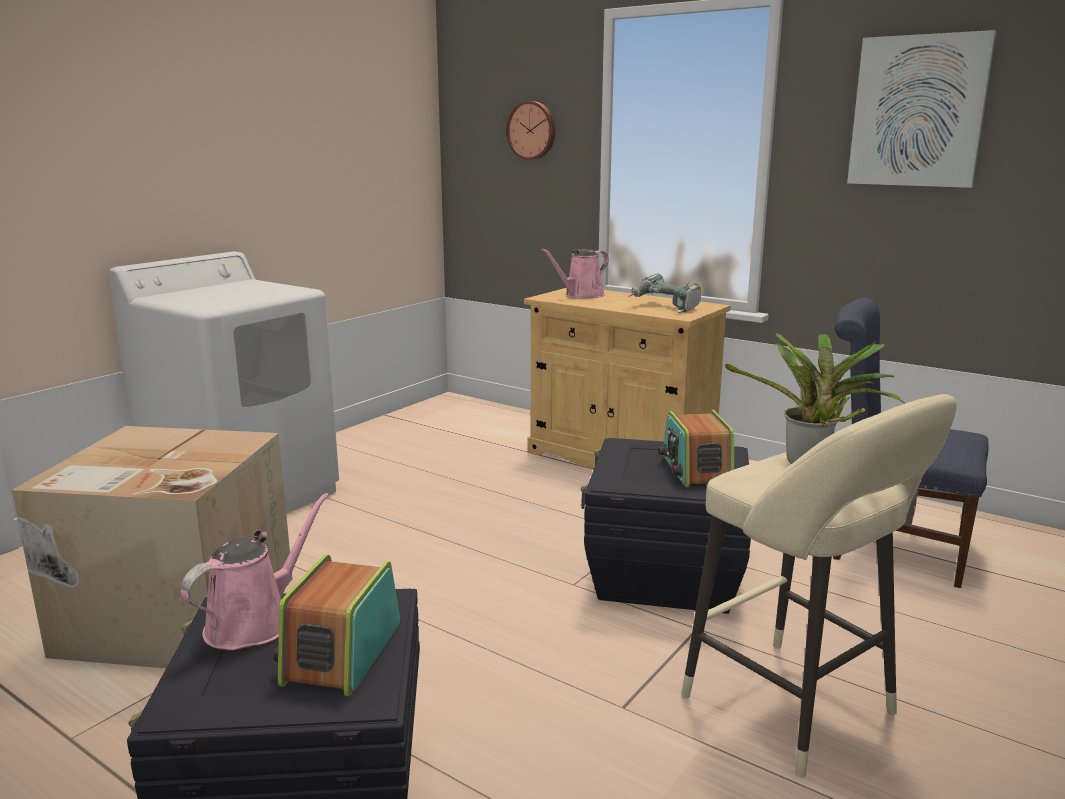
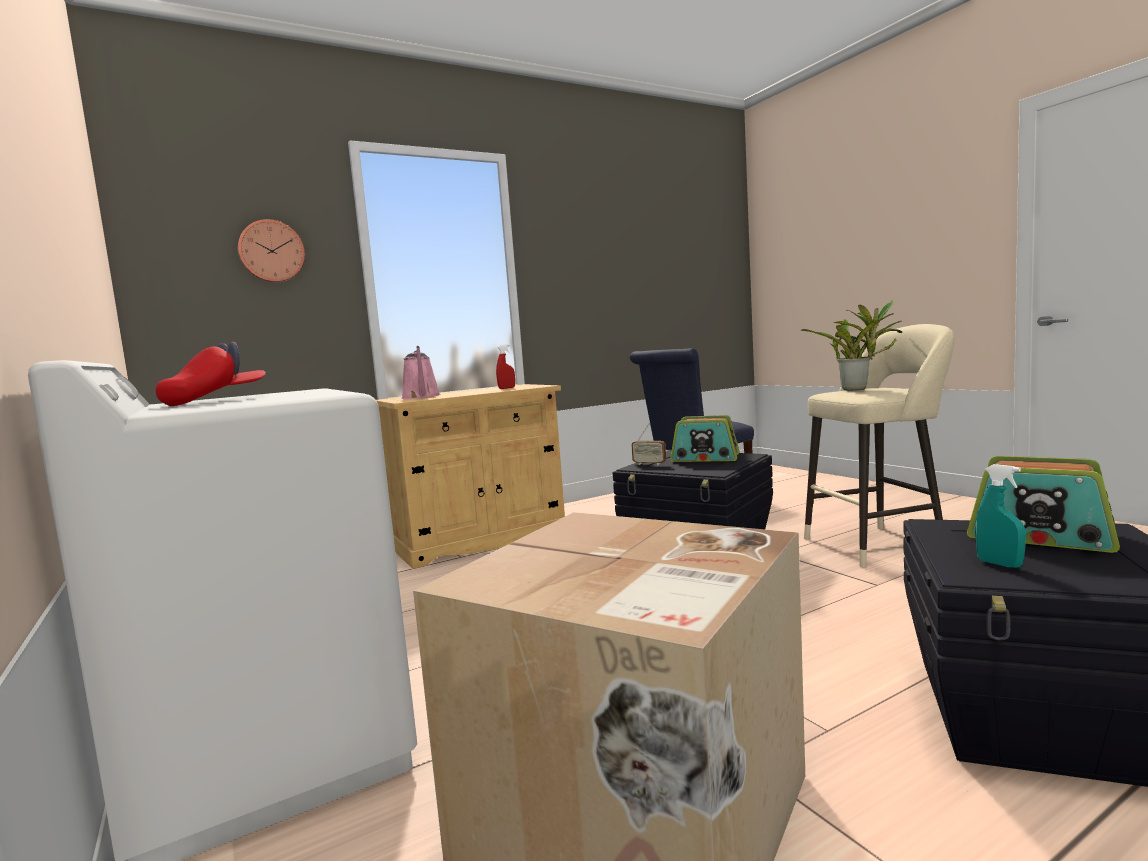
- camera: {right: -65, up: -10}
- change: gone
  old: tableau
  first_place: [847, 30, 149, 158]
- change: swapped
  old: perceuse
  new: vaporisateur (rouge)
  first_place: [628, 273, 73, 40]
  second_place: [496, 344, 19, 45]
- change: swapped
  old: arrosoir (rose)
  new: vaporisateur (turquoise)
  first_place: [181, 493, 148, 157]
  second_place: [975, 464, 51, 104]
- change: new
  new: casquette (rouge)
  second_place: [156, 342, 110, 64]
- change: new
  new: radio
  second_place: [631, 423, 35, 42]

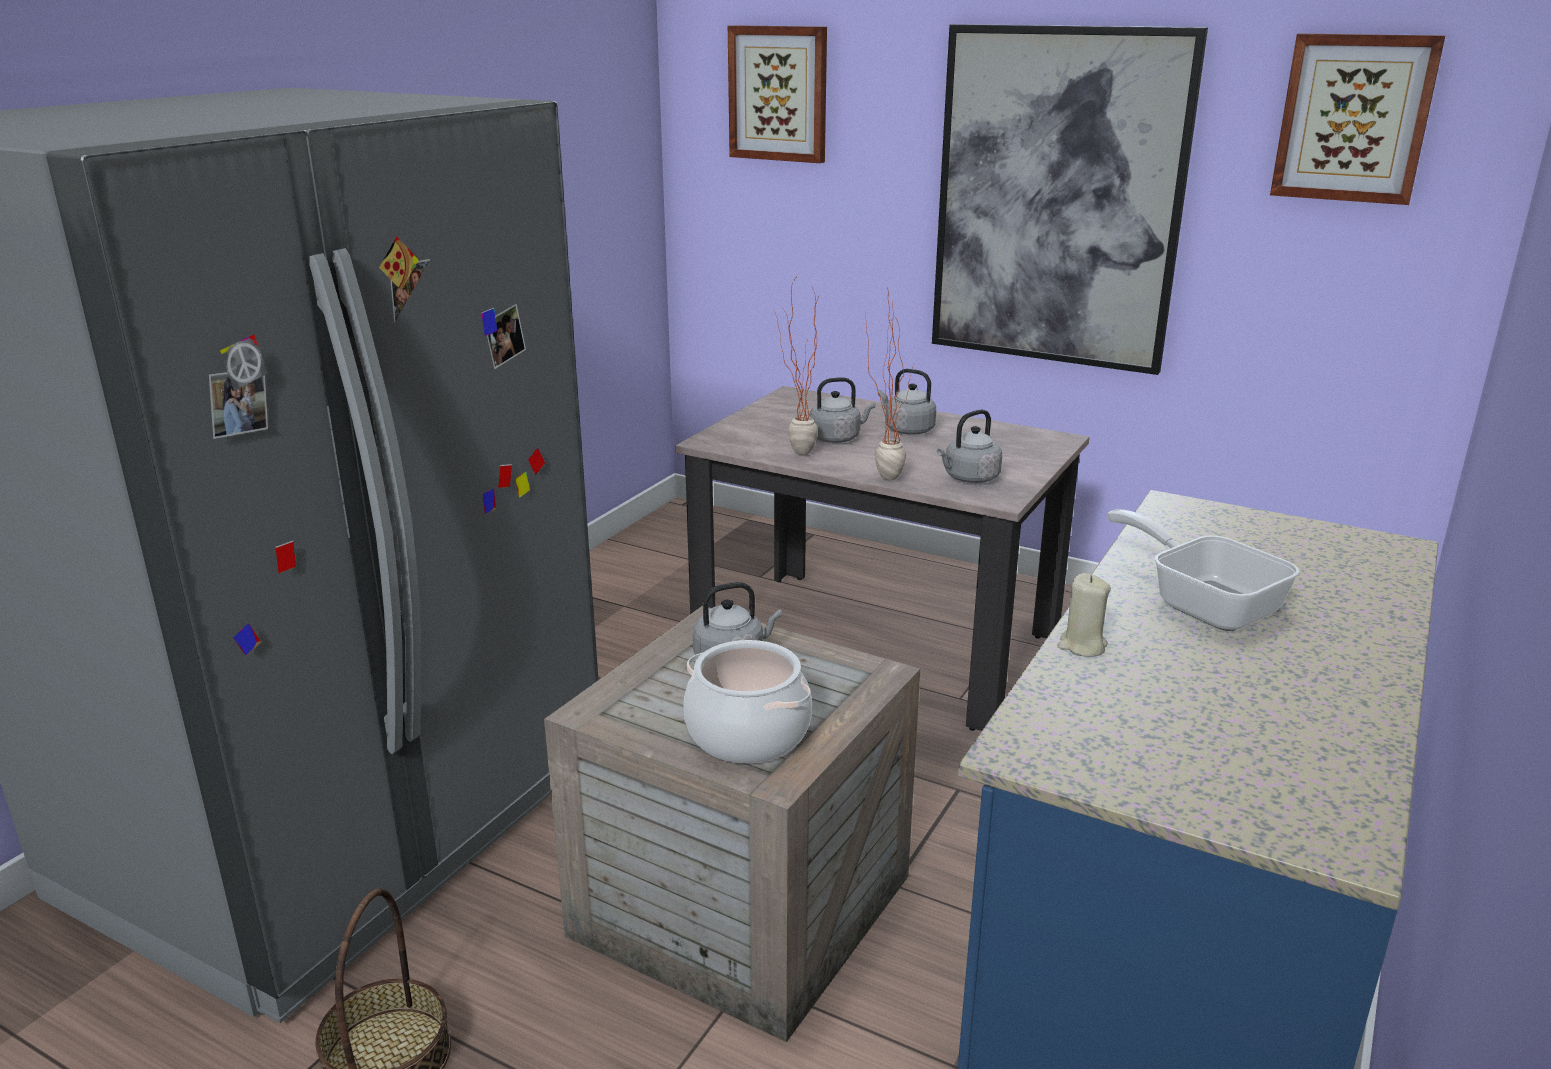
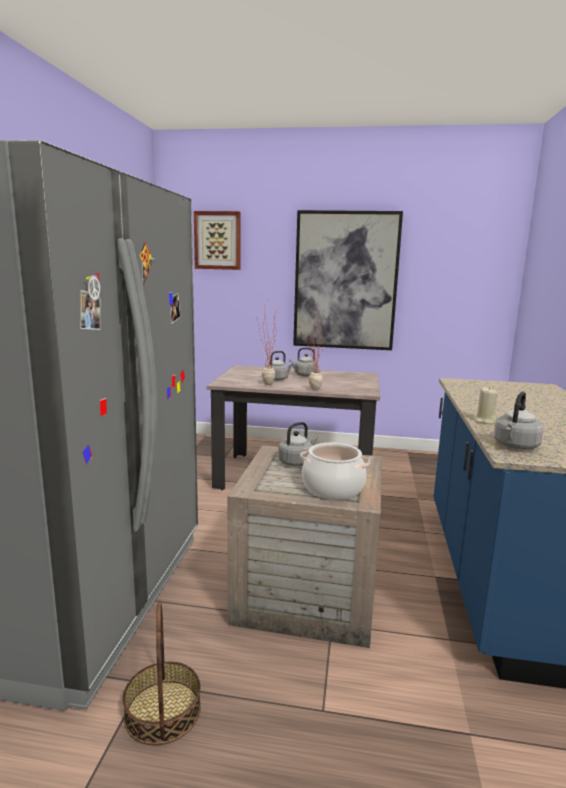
- camera: {right: -20, up: -10}
- change: gone
  old: tableau
  first_place: [1270, 34, 175, 171]
- change: shifted
  old: bouilloire (gris)
  first_place: [937, 409, 65, 74]
  second_place: [494, 392, 50, 58]
- change: gone
  old: poêle
  first_place: [1107, 509, 193, 122]

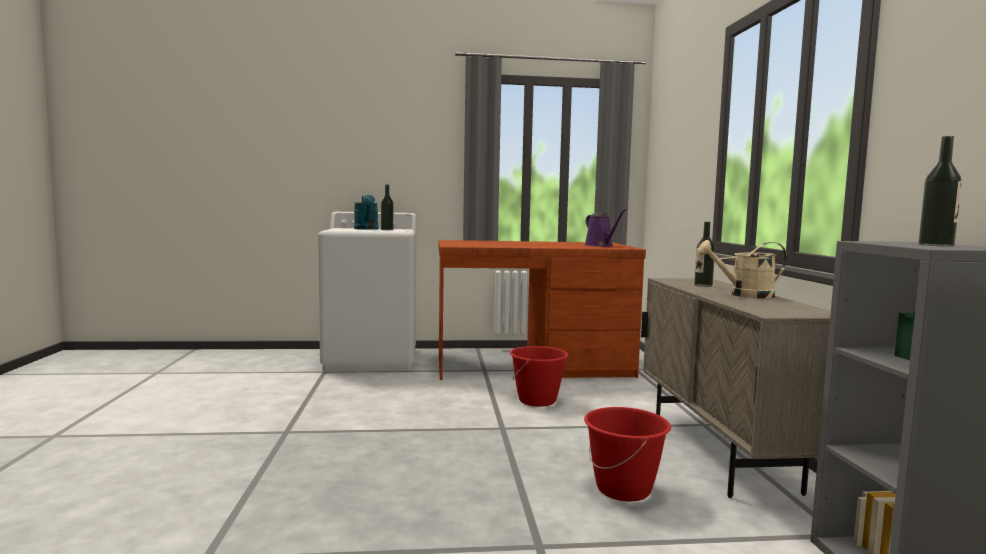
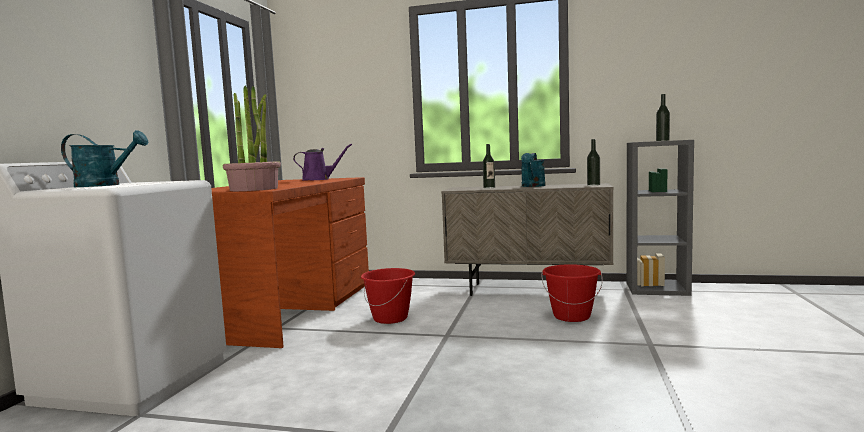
- camera: {right: -70, up: 0}
- change: shifted
  old: bouteille
  first_place: [381, 184, 13, 46]
  second_place: [587, 139, 13, 47]
- change: repainted
  old: arrosoir (beige)
  new: arrosoir (turquoise)
  first_place: [697, 240, 90, 58]
  second_place: [521, 153, 25, 34]
- change: new
  new: plante en pot
  second_place: [223, 86, 58, 105]

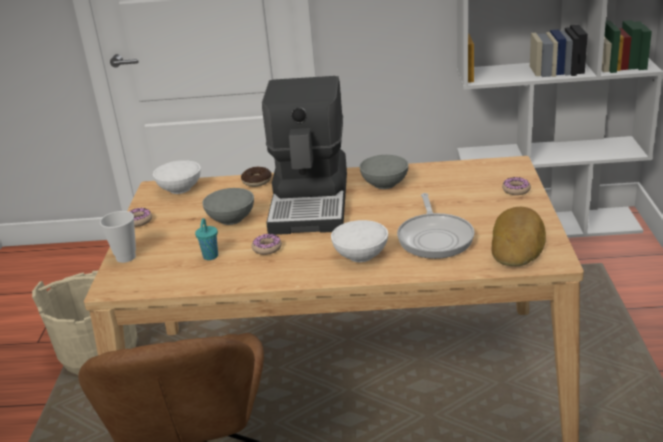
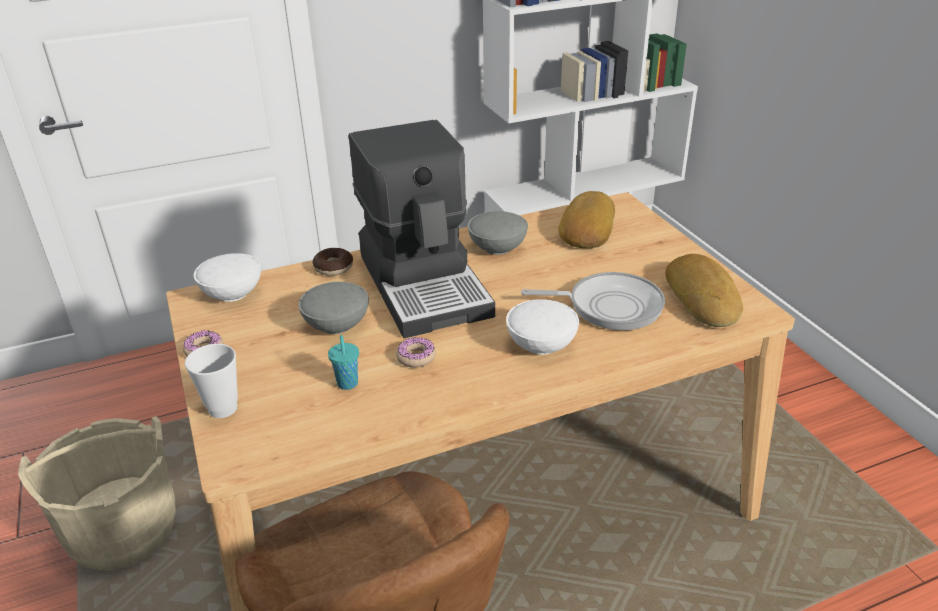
- camera: {right: -25, up: 5}
- change: gone
  old: beignet
  first_place: [502, 177, 29, 18]
- change: rotated
  old: poêle
  first_place: [397, 193, 77, 66]
  second_place: [521, 272, 144, 58]
  degrees: -60
- change: new
  new: pain
  second_place: [558, 191, 57, 57]

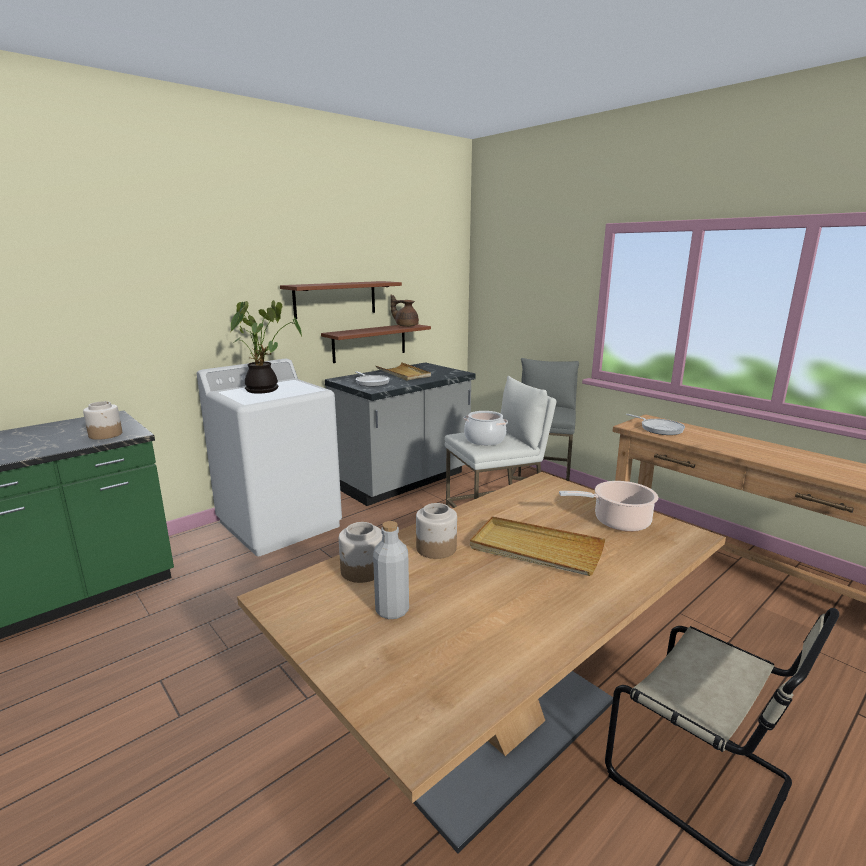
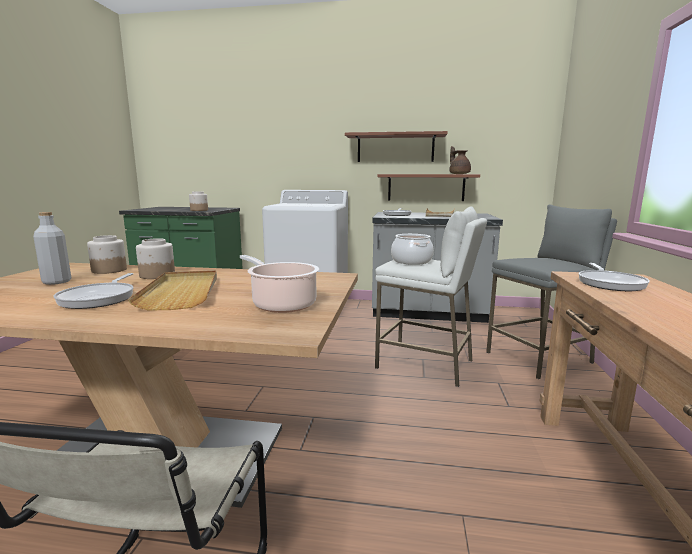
- camera: {right: 50, up: -5}
- change: gone
  old: plante en pot
  first_place: [231, 300, 71, 94]
- change: new
  new: poêle
  second_place: [53, 273, 80, 36]

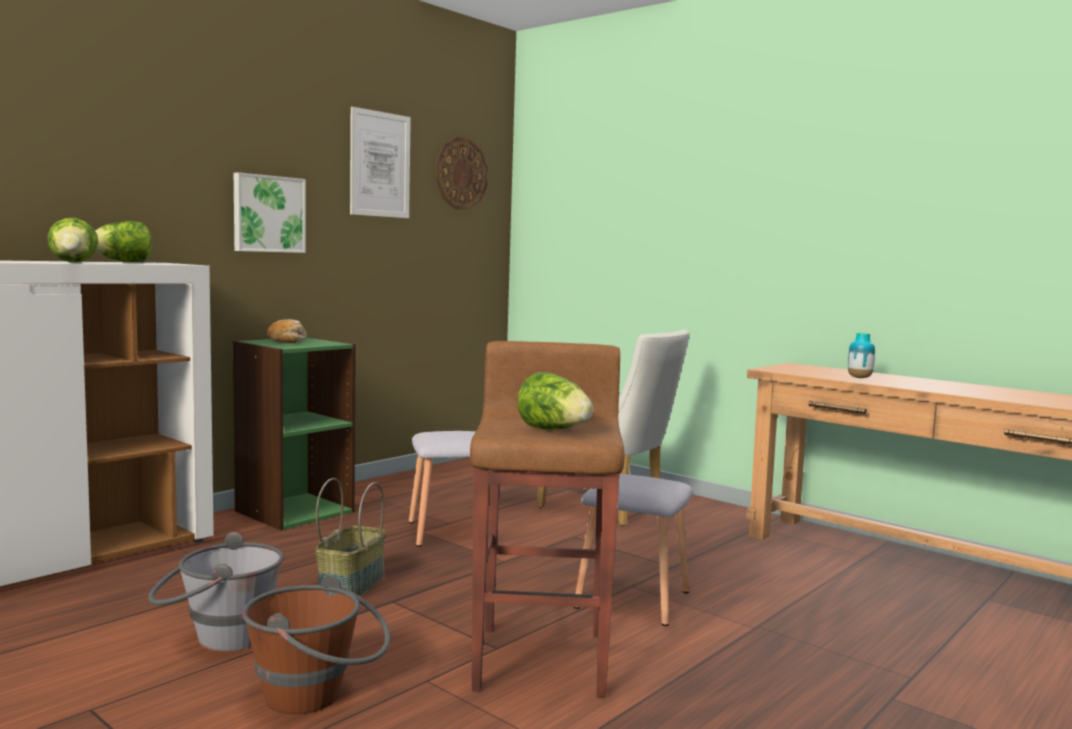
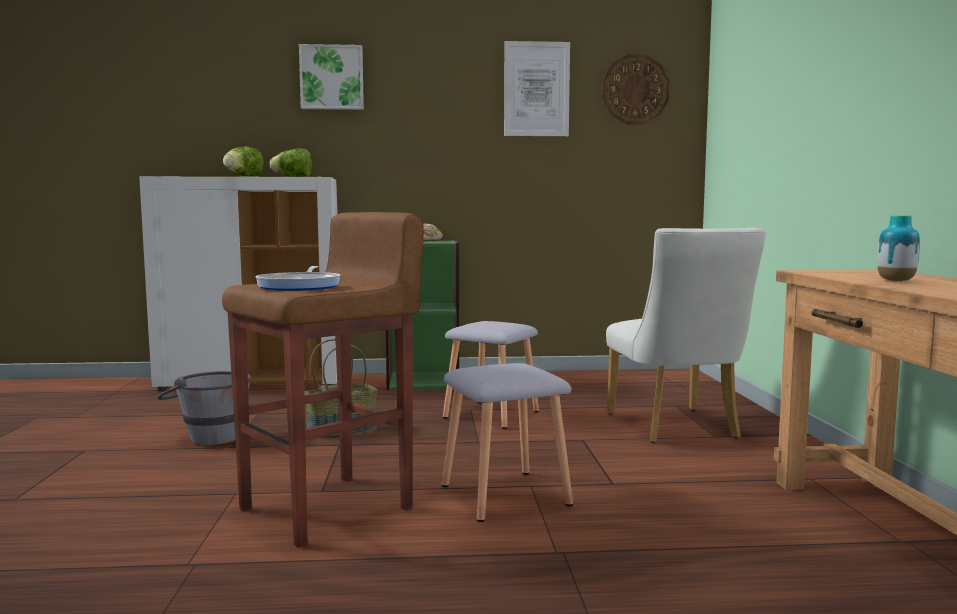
- camera: {right: 45, up: 0}
- change: shifted
  old: tableau
  first_place: [234, 172, 72, 81]
  second_place: [299, 44, 65, 66]
- change: swapped
  old: laitue
  new: poêle
  first_place: [517, 372, 76, 58]
  second_place: [255, 266, 85, 25]
- change: gone
  old: seau (marron)
  first_place: [242, 575, 149, 139]

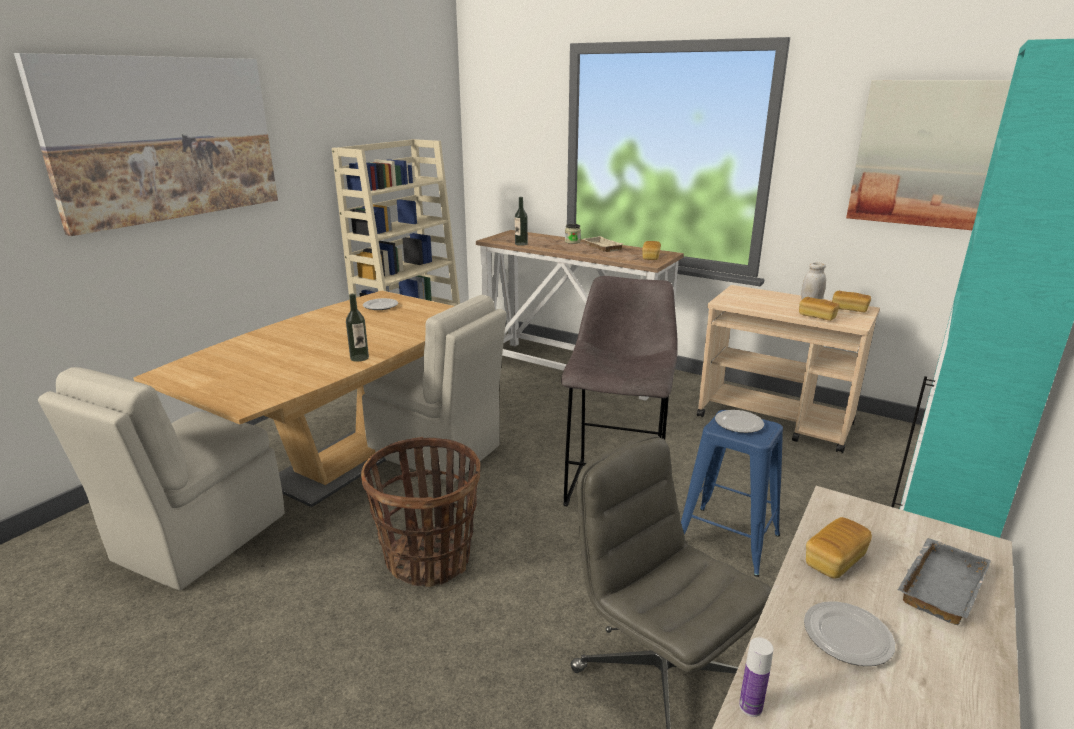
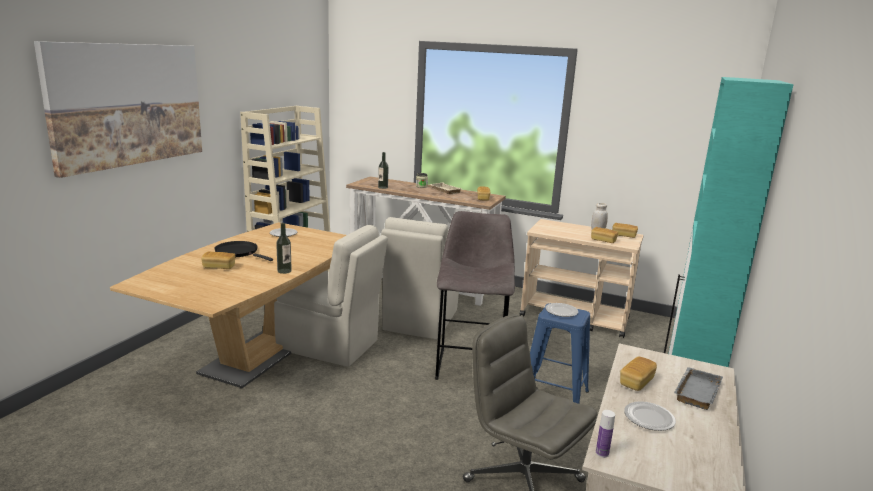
- camera: {right: -10, up: -5}
- change: gone
  old: tableau
  first_place: [846, 80, 165, 150]
- change: shifted
  old: chaise (beige)
  first_place: [38, 367, 247, 223]
  second_place: [381, 217, 78, 123]
- change: gone
  old: panier
  first_place: [361, 437, 119, 150]
- change: new
  new: poêle (noir)
  second_place: [214, 241, 59, 20]
- change: new
  new: pain
  second_place: [201, 251, 34, 18]

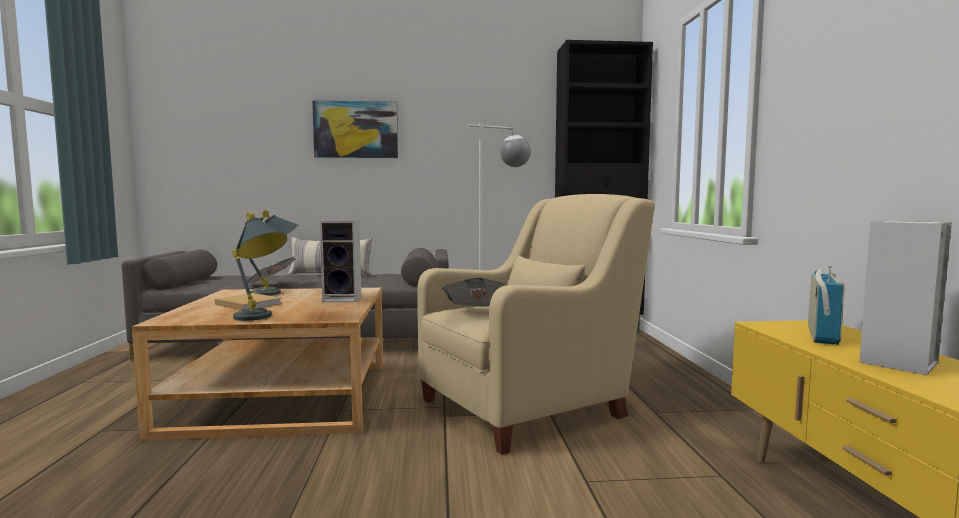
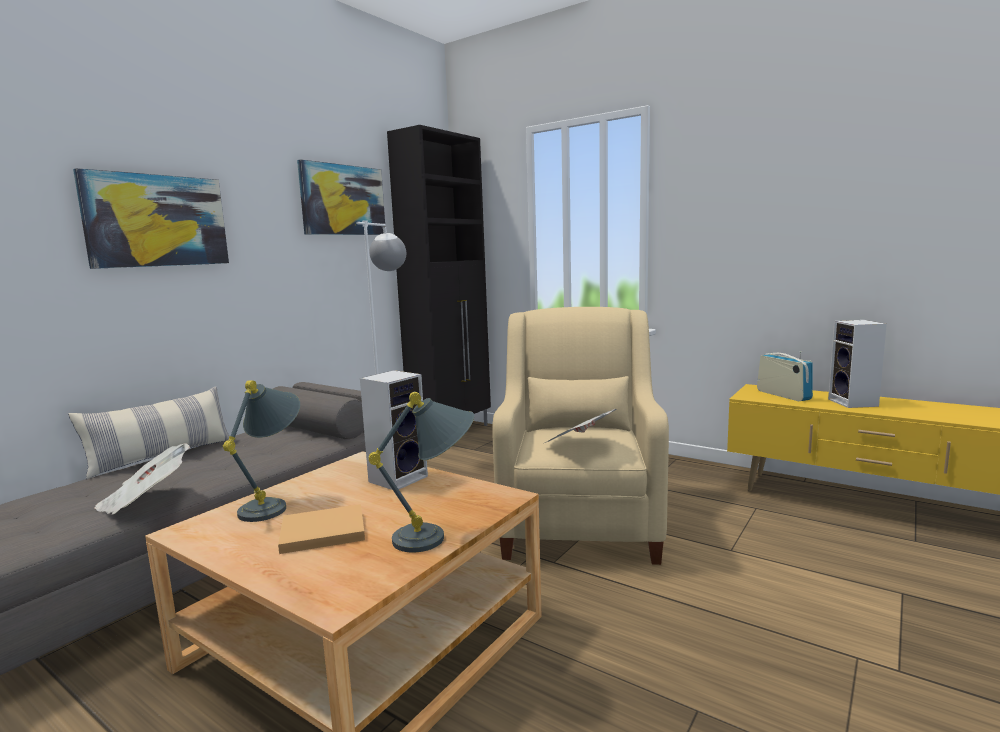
- camera: {right: -50, up: 5}
- change: new
  new: tableau
  second_place: [297, 159, 88, 76]

